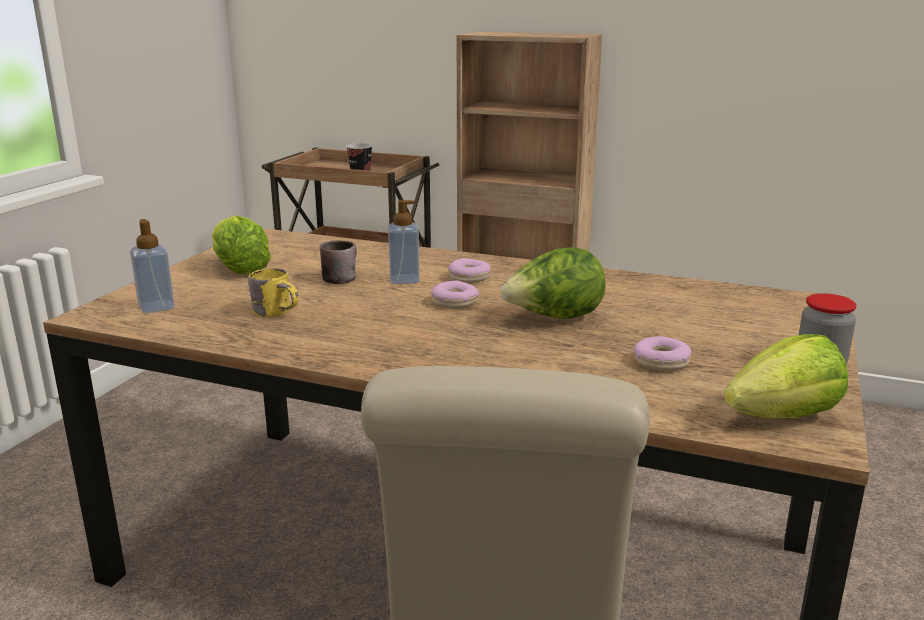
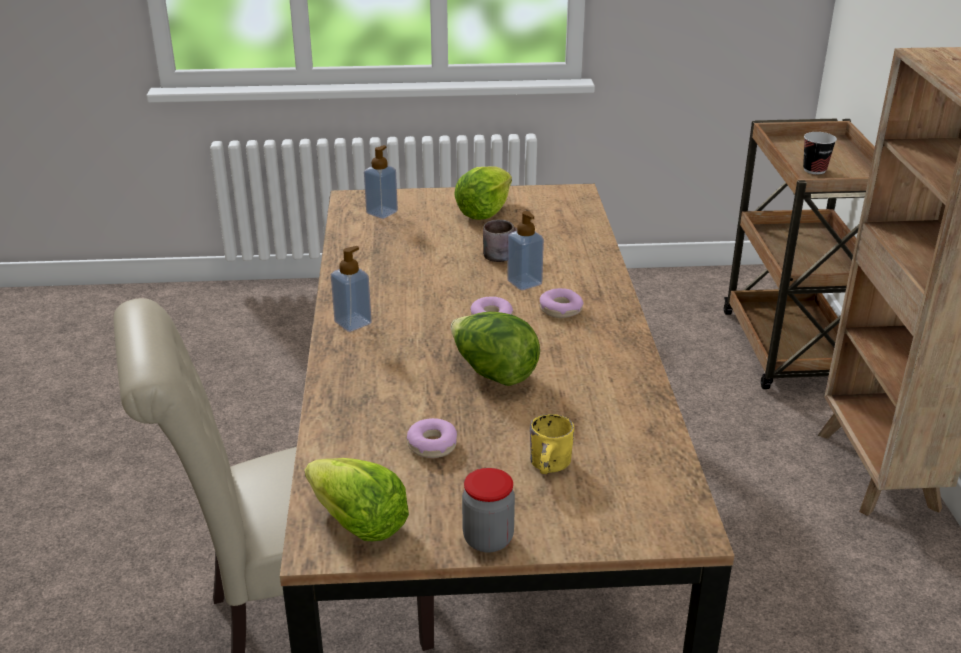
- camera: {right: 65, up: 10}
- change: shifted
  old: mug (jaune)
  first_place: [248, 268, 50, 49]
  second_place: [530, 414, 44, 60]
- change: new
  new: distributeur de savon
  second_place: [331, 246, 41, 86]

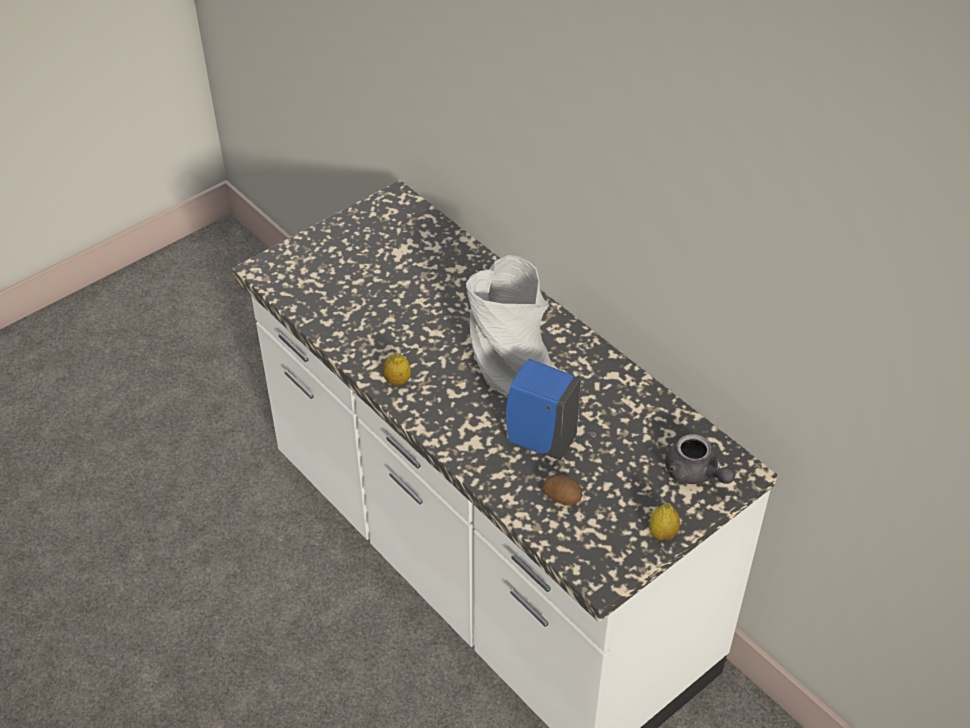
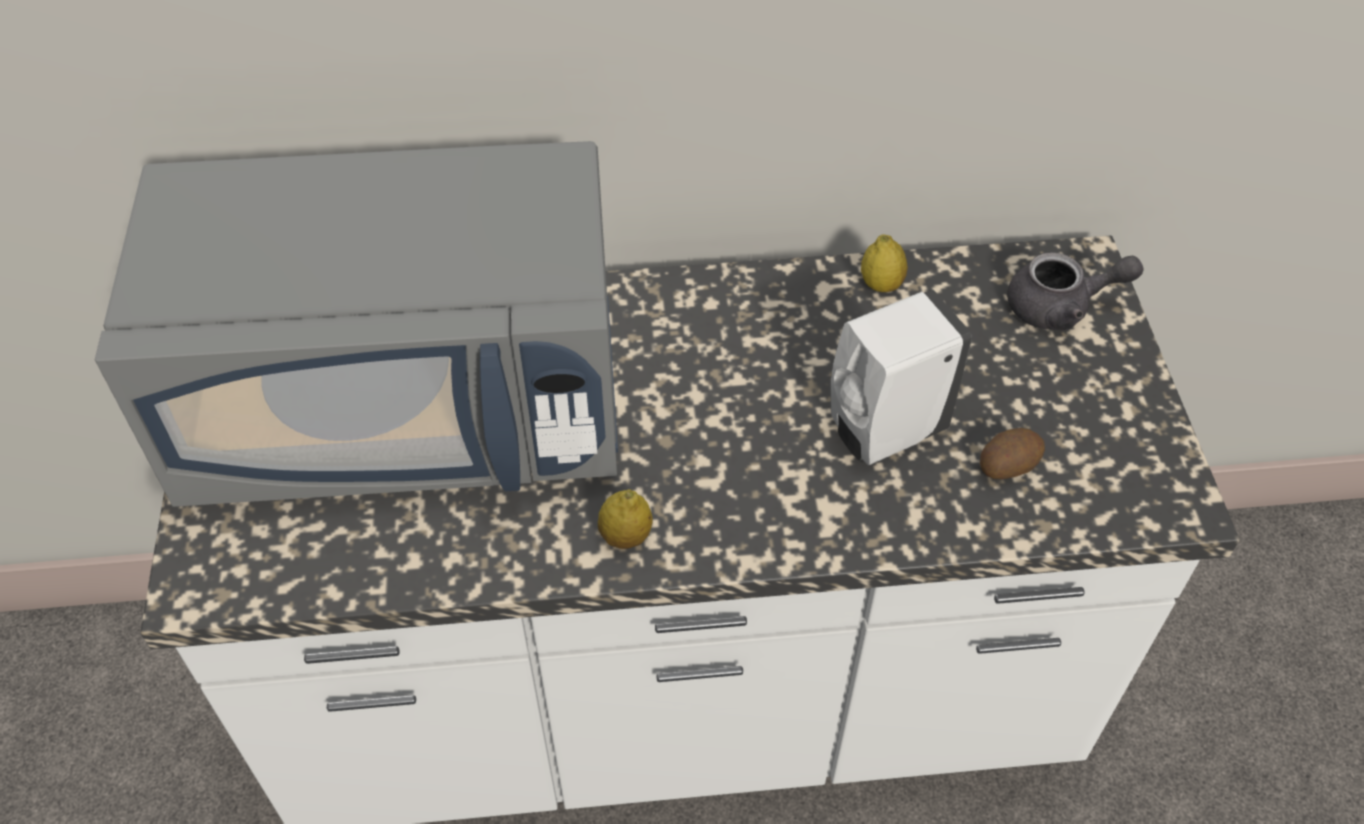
- camera: {right: -55, up: 5}
- change: gone
  old: vase (gris)
  first_place: [466, 255, 87, 140]
- change: repainted
  old: distributeur de savon (bleu)
  new: distributeur de savon (blanc)
  first_place: [506, 359, 75, 102]
  second_place: [830, 290, 142, 175]
- change: shifted
  old: citron
  first_place: [649, 503, 31, 38]
  second_place: [861, 235, 47, 57]
- change: new
  new: micro-ondes (gris)
  second_place: [95, 141, 523, 366]

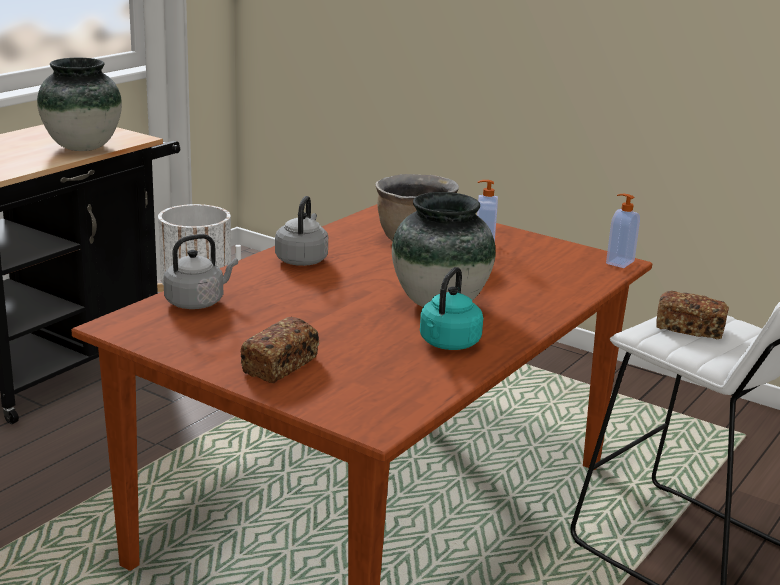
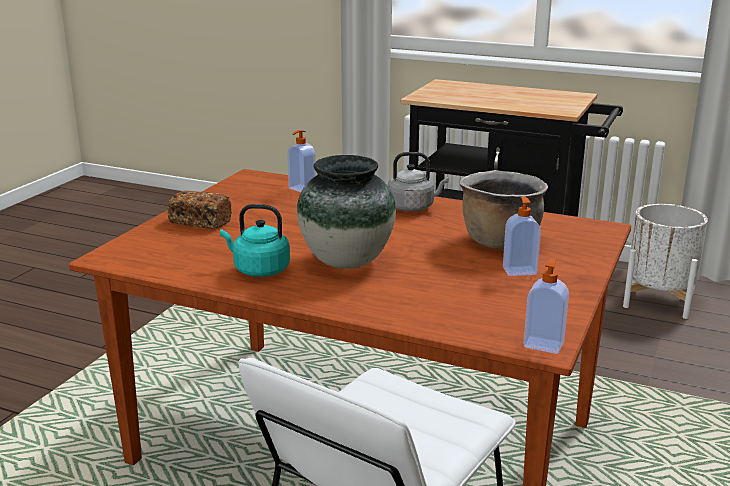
- camera: {right: 80, up: 0}
- change: gone
  old: vase
  first_place: [37, 58, 85, 93]
- change: swapped
  old: bouilloire (gris)
  new: distributeur de savon
  first_place: [163, 234, 75, 75]
  second_place: [287, 130, 29, 62]
- change: gone
  old: pain
  first_place: [656, 291, 73, 48]

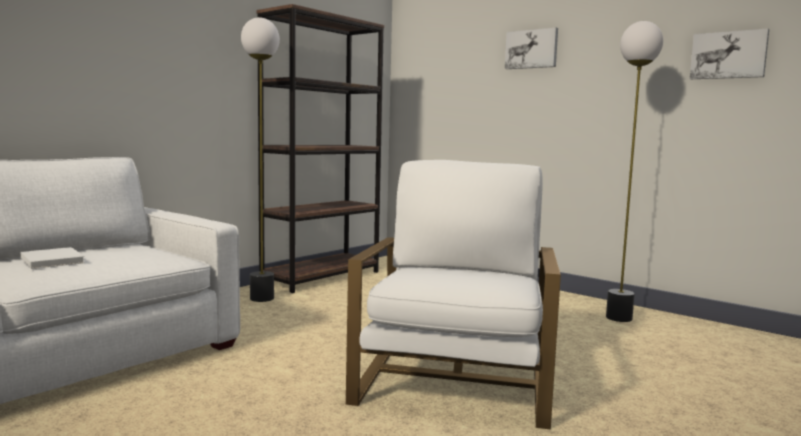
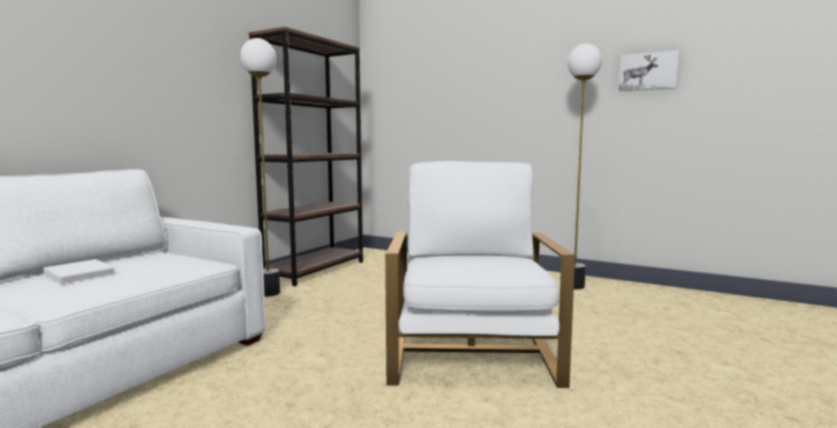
- camera: {right: -10, up: 0}
- change: gone
  old: tableau
  first_place: [505, 27, 53, 42]

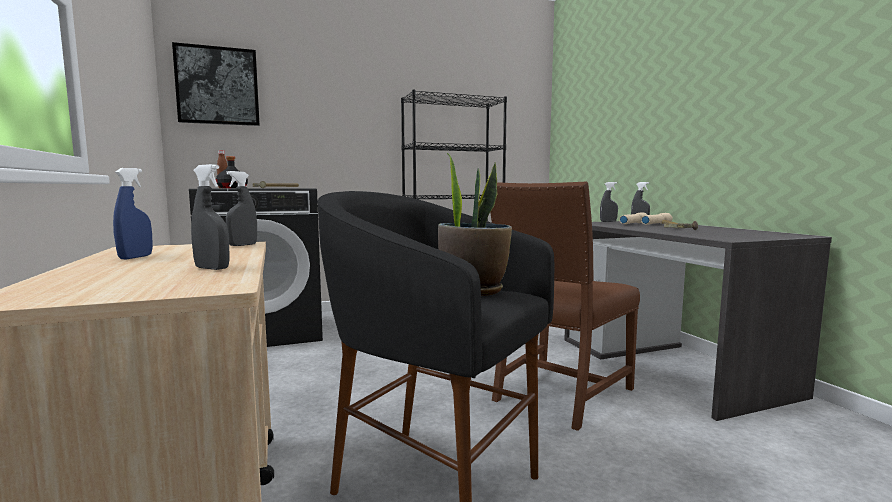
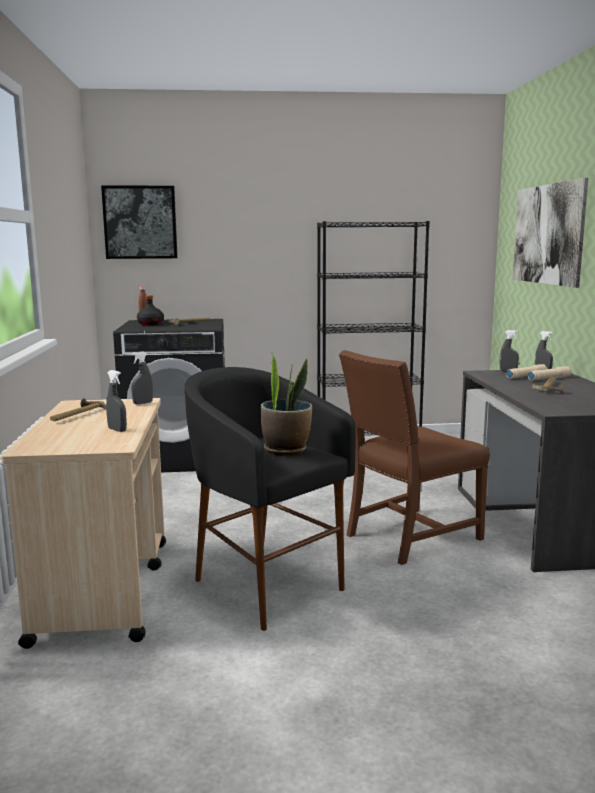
- camera: {right: 15, up: 5}
- change: swapped
  old: vaporisateur (bleu)
  new: marteau
  first_place: [113, 168, 40, 91]
  second_place: [50, 398, 56, 23]
- change: new
  new: tableau
  second_place: [513, 178, 76, 110]

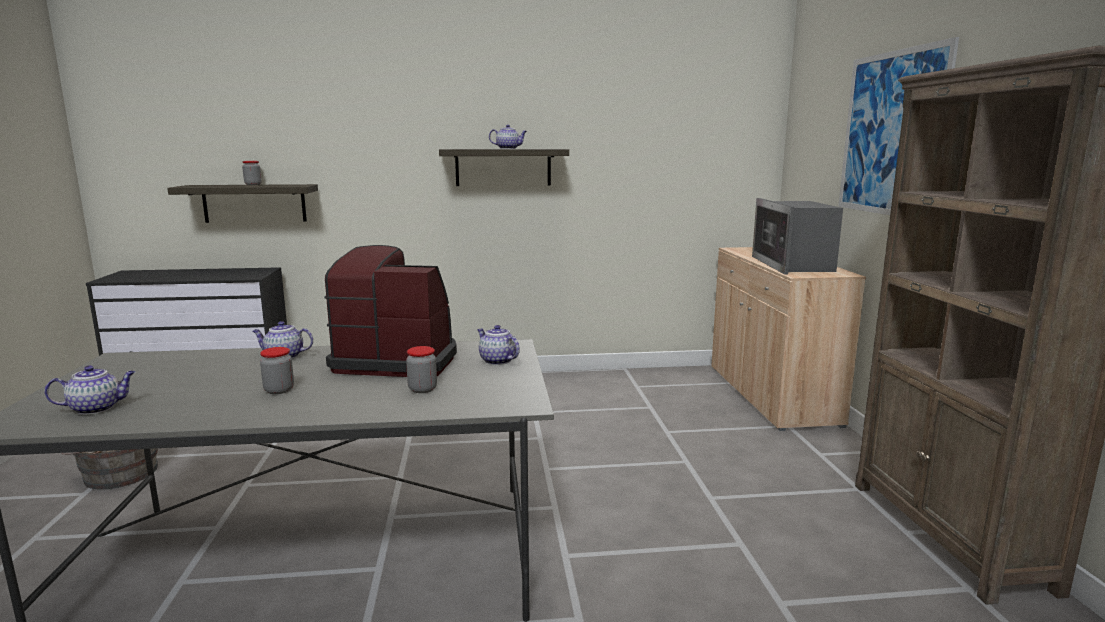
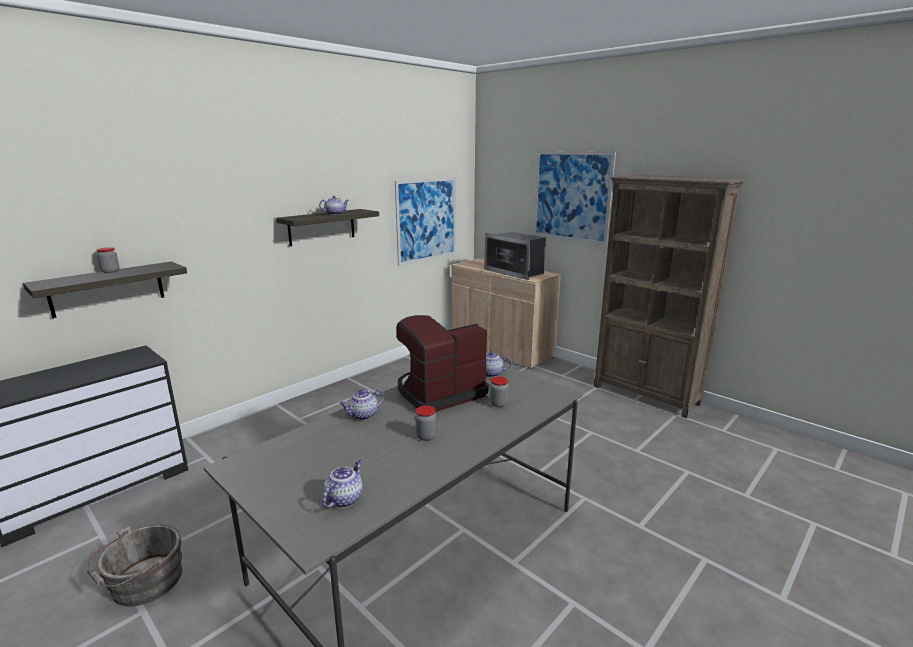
- camera: {right: -40, up: 5}
- change: new
  new: tableau
  second_place: [395, 177, 61, 89]

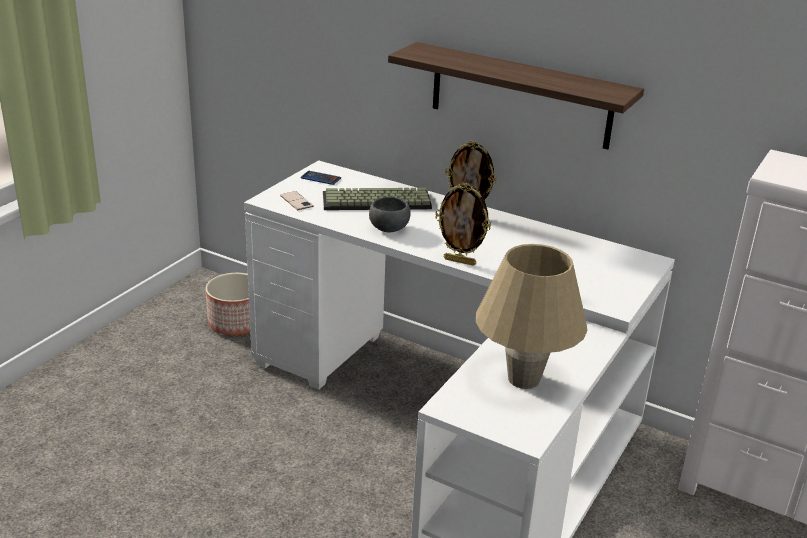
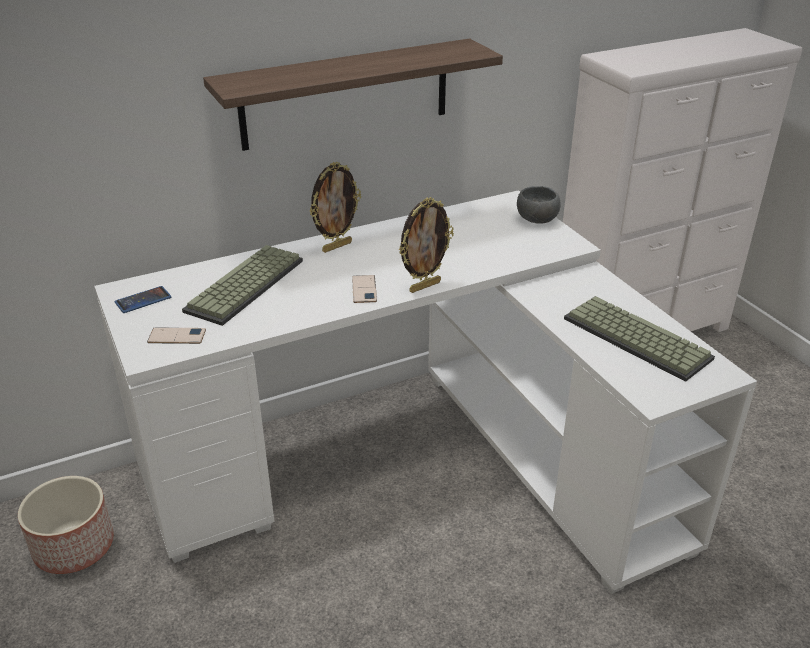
- camera: {right: -55, up: 5}
- change: shifted
  old: bol (gris)
  first_place: [369, 197, 41, 36]
  second_place: [517, 186, 44, 38]
- change: swapped
  old: lampe de table (beige)
  new: clavier
  first_place: [476, 244, 112, 145]
  second_place: [564, 296, 151, 86]
- change: new
  new: téléphone
  second_place: [352, 275, 25, 28]

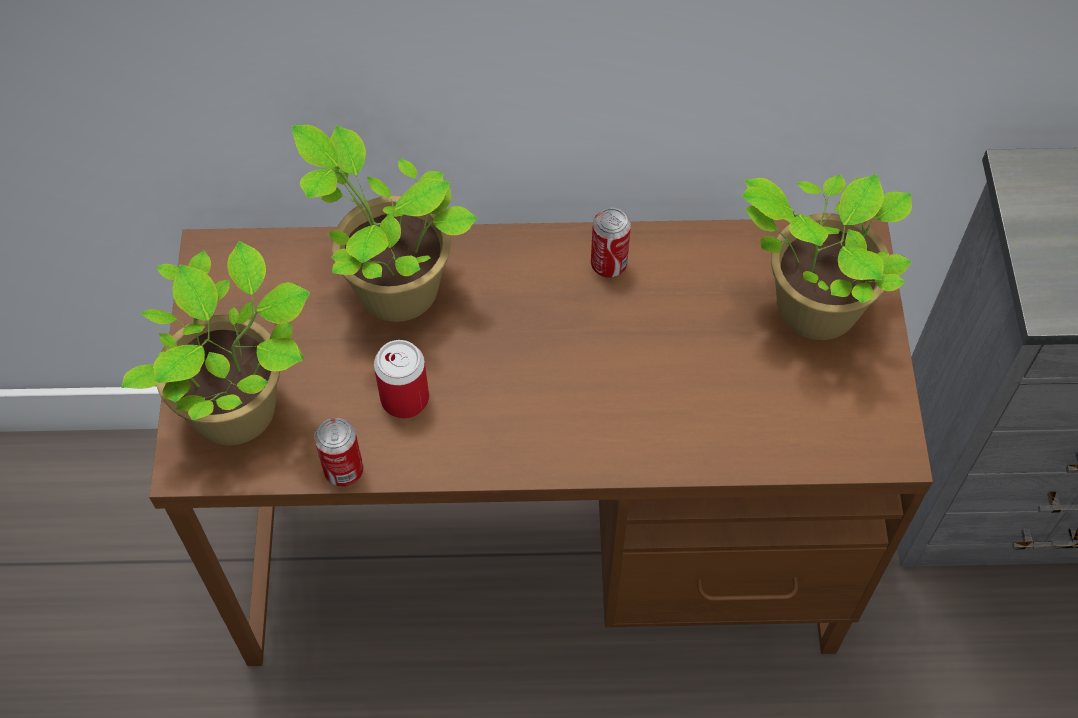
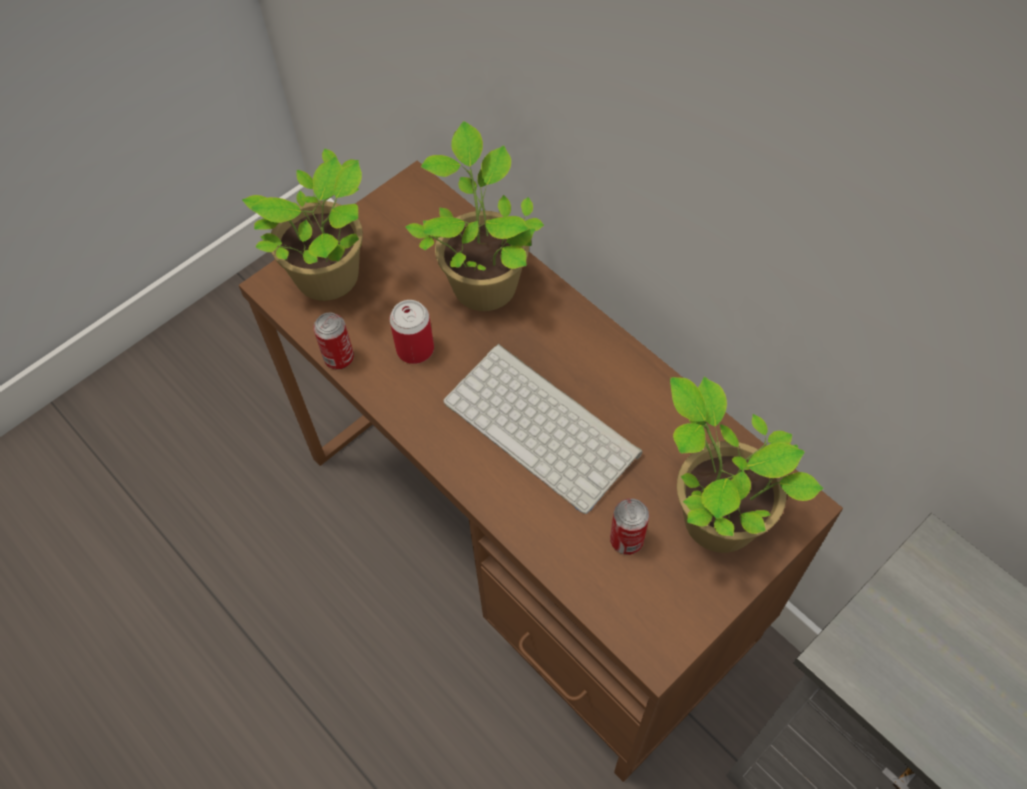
- camera: {right: 50, up: 0}
- change: shifted
  old: boîte métallique
  first_place: [591, 208, 40, 70]
  second_place: [610, 498, 39, 57]
- change: new
  new: clavier
  second_place: [443, 344, 199, 170]

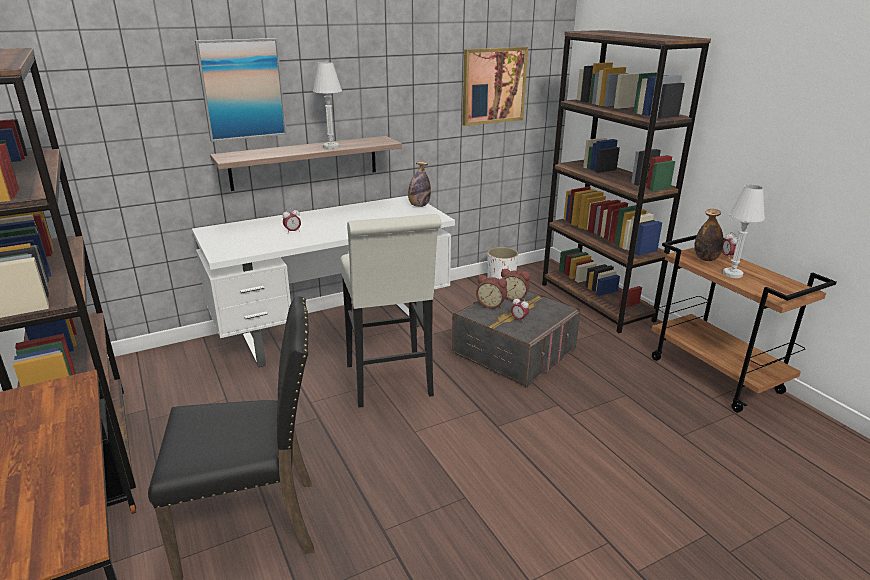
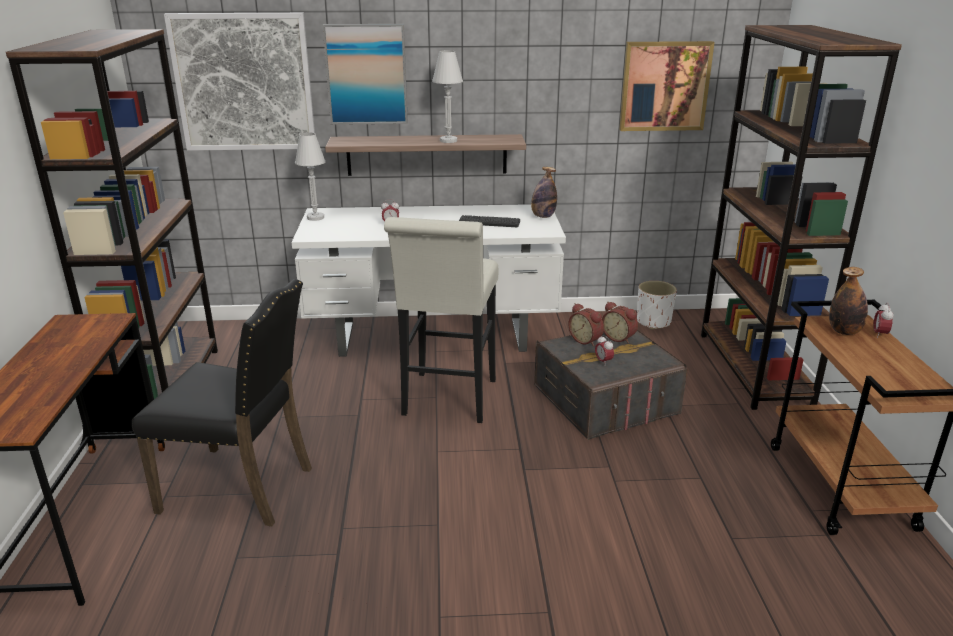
- camera: {right: 25, up: 0}
- change: shifted
  old: lampe de table (blanc)
  first_place: [723, 184, 42, 94]
  second_place: [295, 132, 31, 89]
- change: new
  new: tableau
  second_place: [164, 13, 151, 138]
- change: new
  new: clavier
  second_place: [459, 215, 61, 12]

